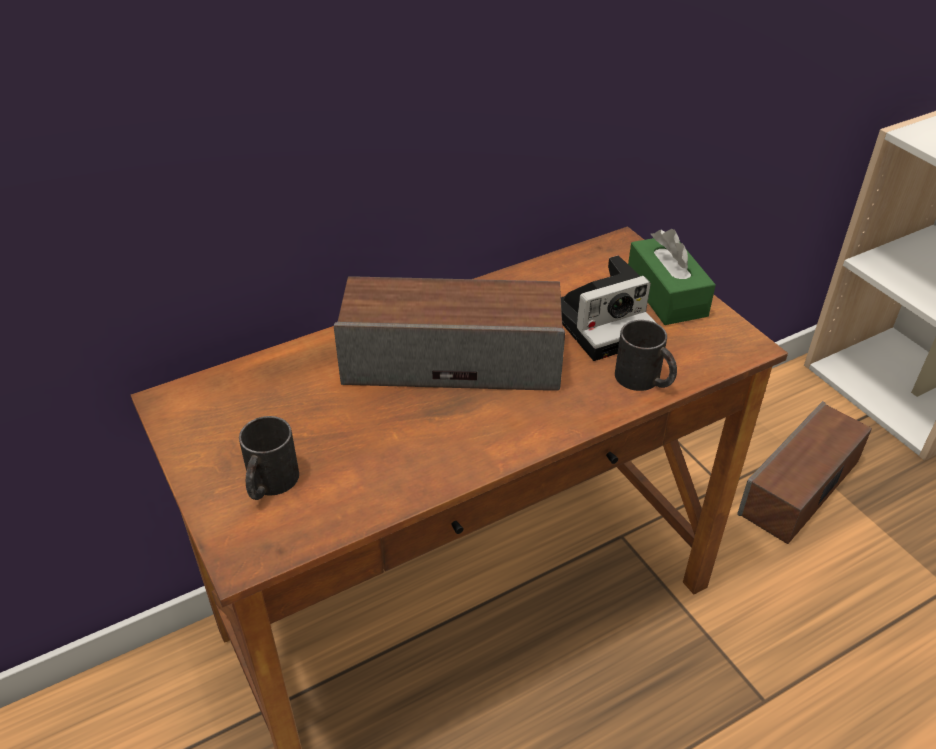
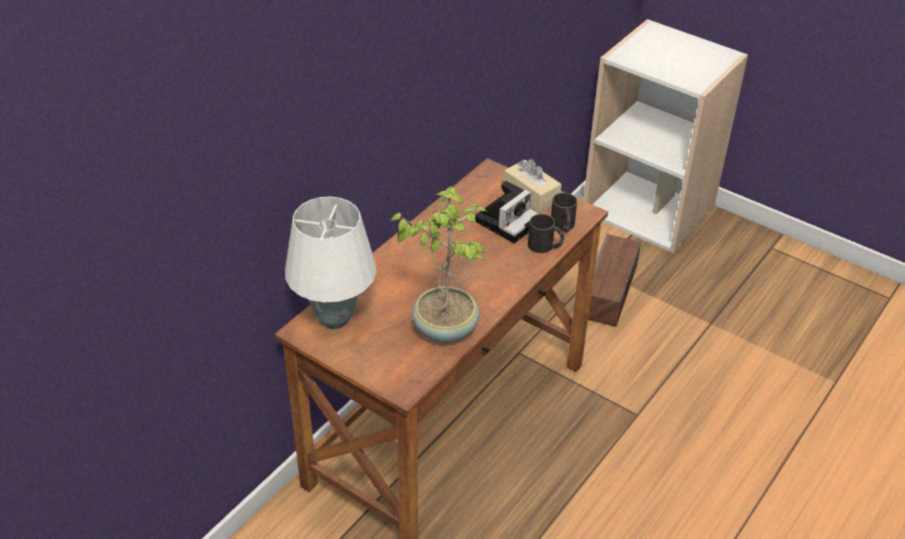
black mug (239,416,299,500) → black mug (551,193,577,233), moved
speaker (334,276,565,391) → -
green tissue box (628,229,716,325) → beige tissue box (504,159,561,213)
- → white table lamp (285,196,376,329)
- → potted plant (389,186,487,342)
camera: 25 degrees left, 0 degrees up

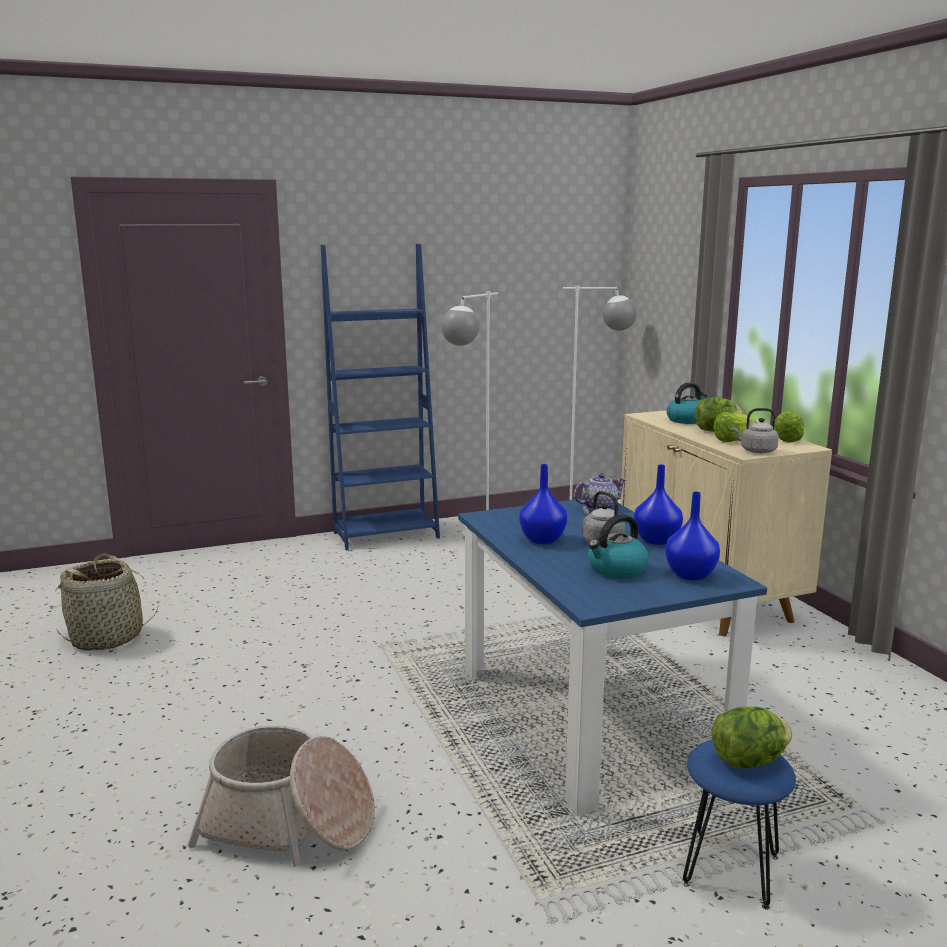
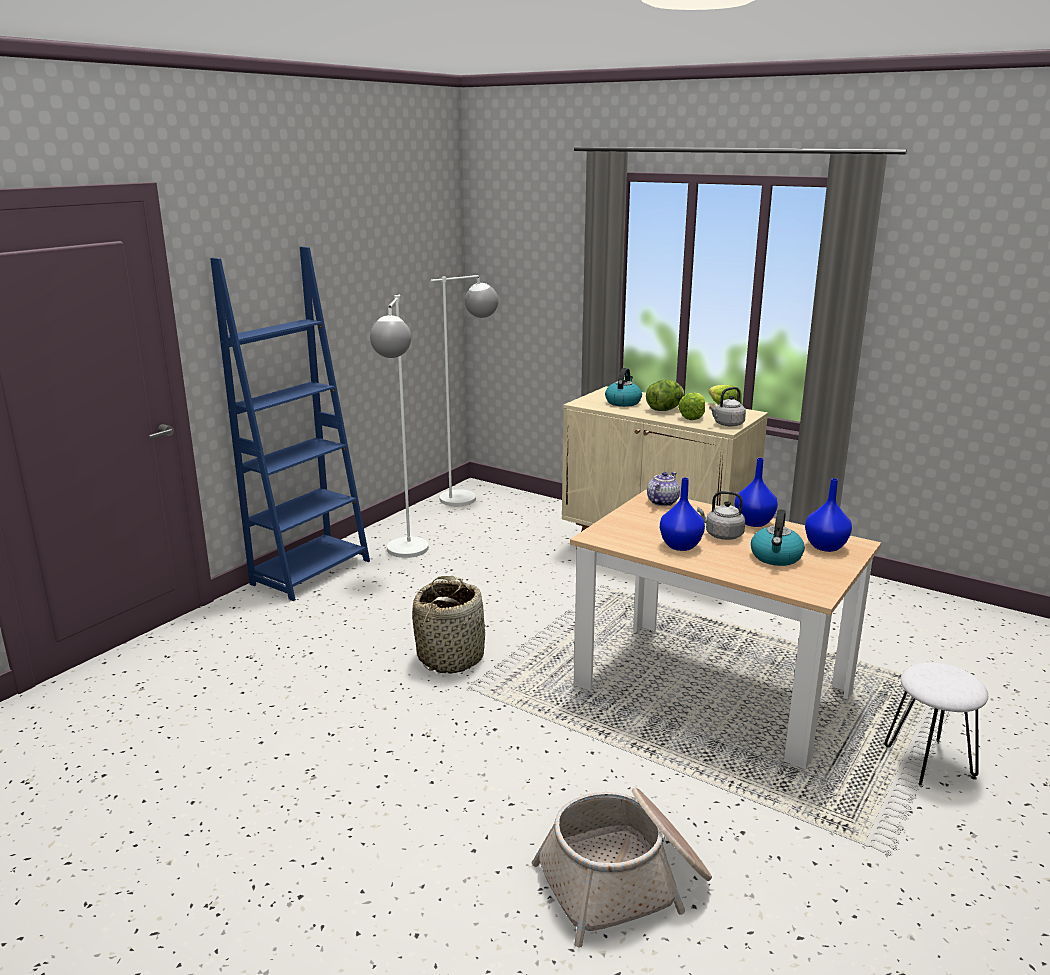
basket (54,554,159,651) → basket (412,576,485,673), moved
blue dining table (458,499,767,816) → beige dining table (570,490,881,769)
blue stool (683,740,796,910) → white stool (884,663,988,787)
lettuce (711,706,792,768) → -
camera: 35 degrees left, 5 degrees up

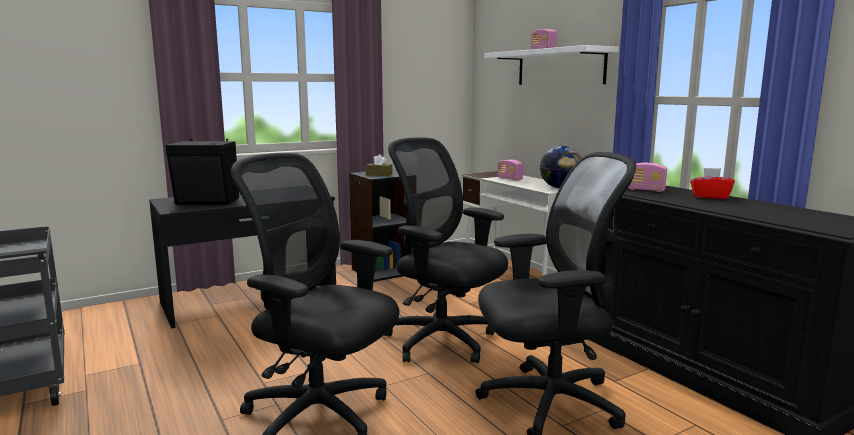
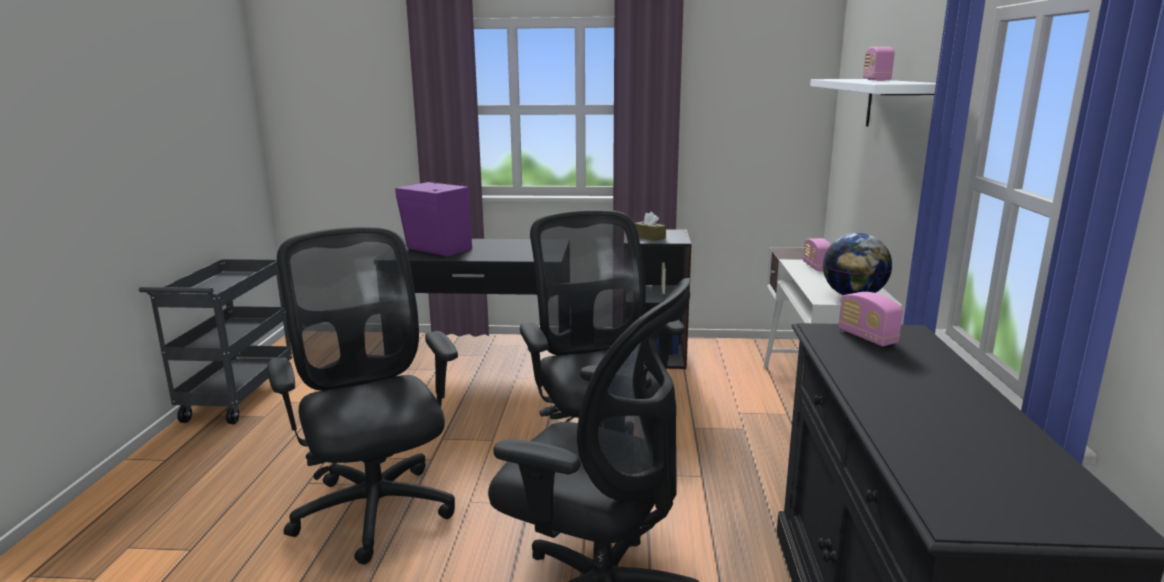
black speaker (166,139,239,204) → purple speaker (395,180,472,256)
red tissue box (690,168,735,199) → -
camera: 35 degrees right, 5 degrees up

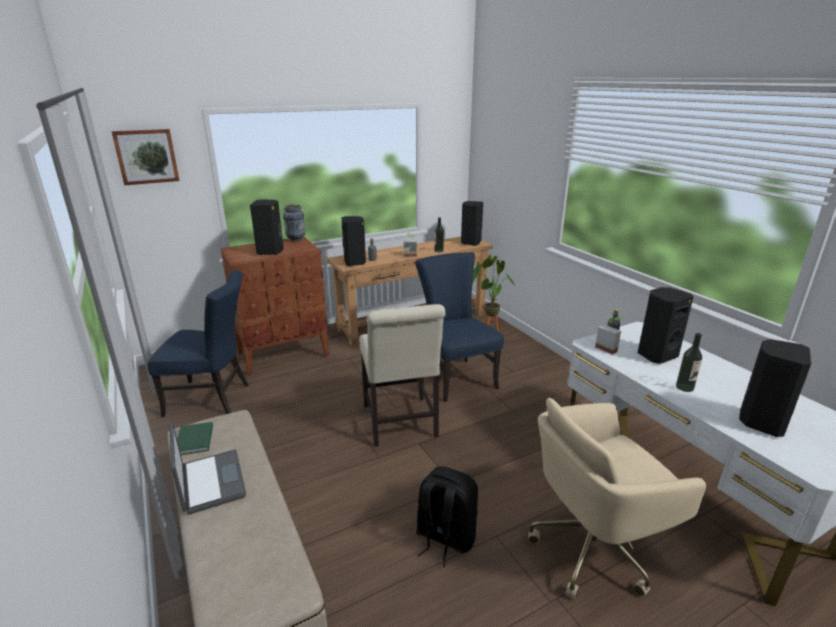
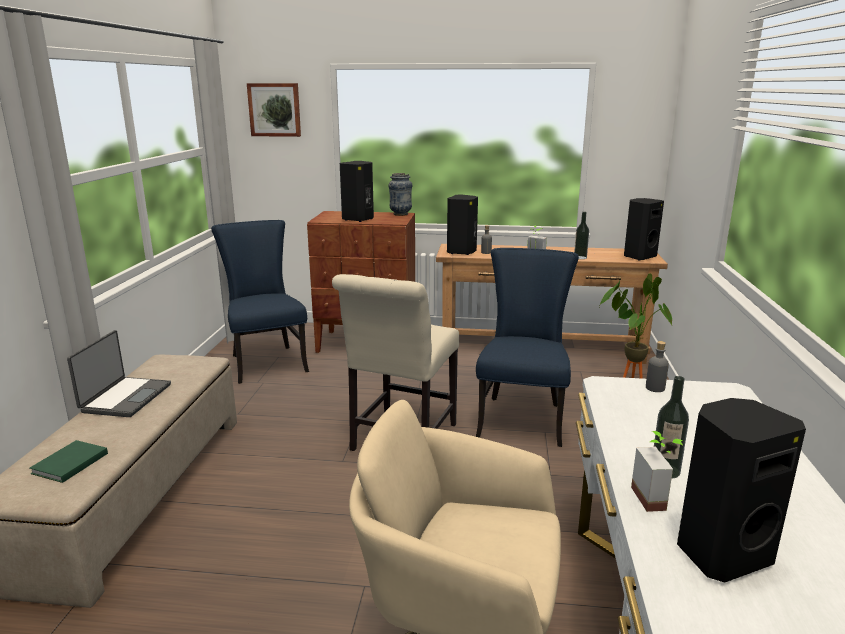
blue chair (147,270,249,417) → blue chair (211,220,309,384), 150 degrees counterclockwise
green book (177,422,213,455) → green book (29,440,108,483), moved
black backpack (416,466,478,568) → -
potted plant (595,317,622,354) → potted plant (631,431,683,512), moved
black speaker (638,287,693,364) → -
camera: 35 degrees right, 5 degrees down

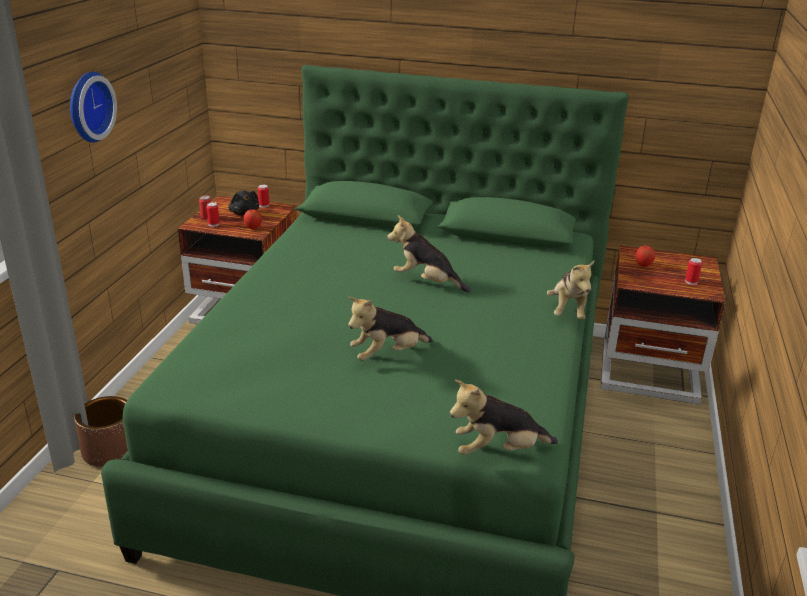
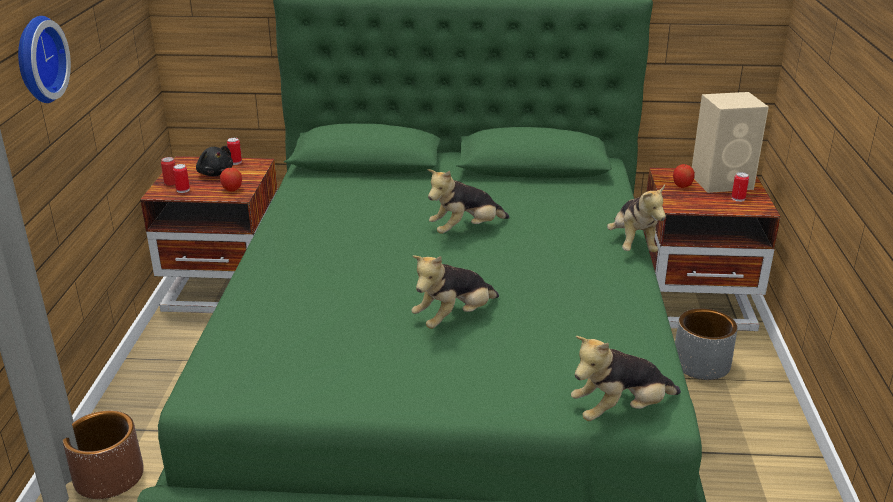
plush toy (387,215,471,292) → plush toy (427,169,510,234), 45 degrees counterclockwise
- → grey planter (675,308,738,380)
- → beige speaker (692,92,769,193)
camera: 10 degrees left, 0 degrees up

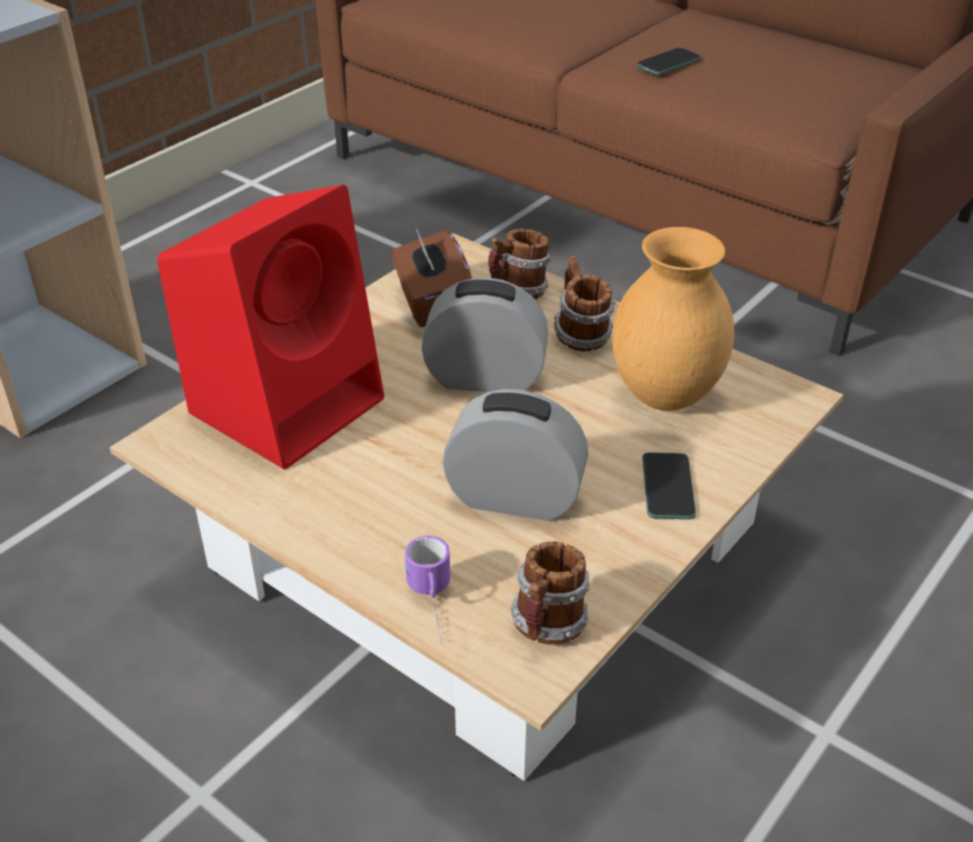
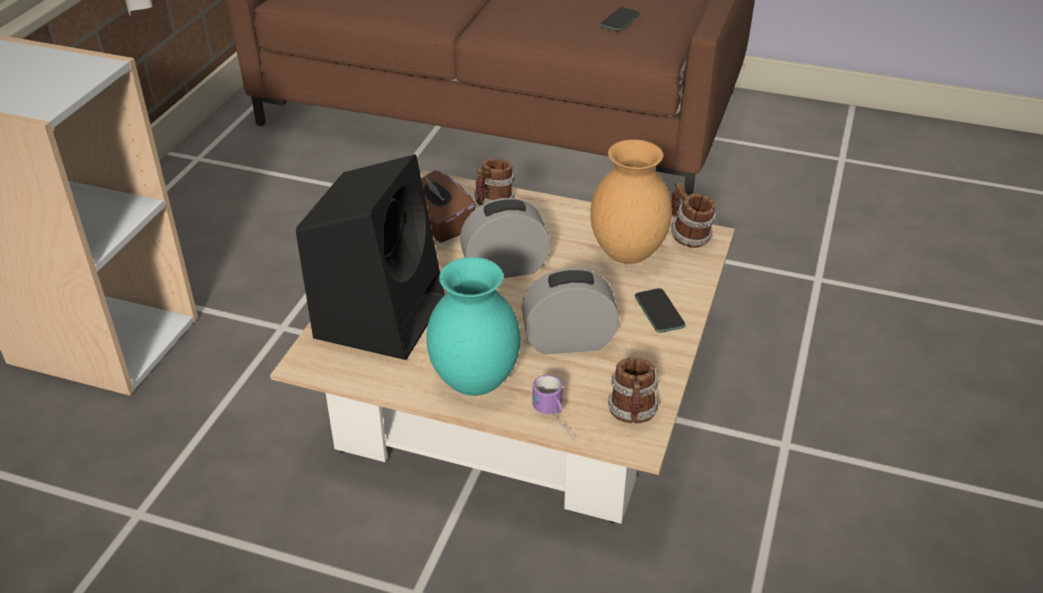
red speaker (157,185,384,470) → black speaker (296,154,445,360)
mug (554,256,615,351) → mug (671,182,716,248), moved
phone (636,48,702,75) → phone (600,7,640,31), moved
- → turquoise vase (426,257,520,396)
camera: 20 degrees left, 0 degrees up

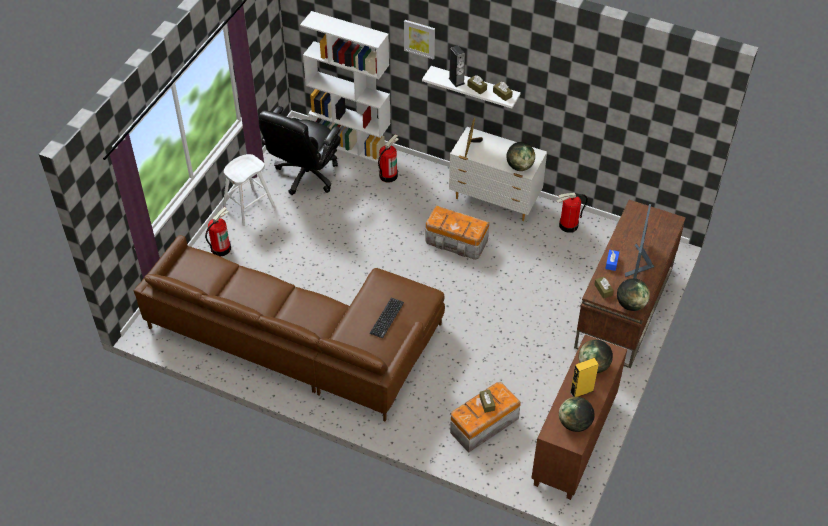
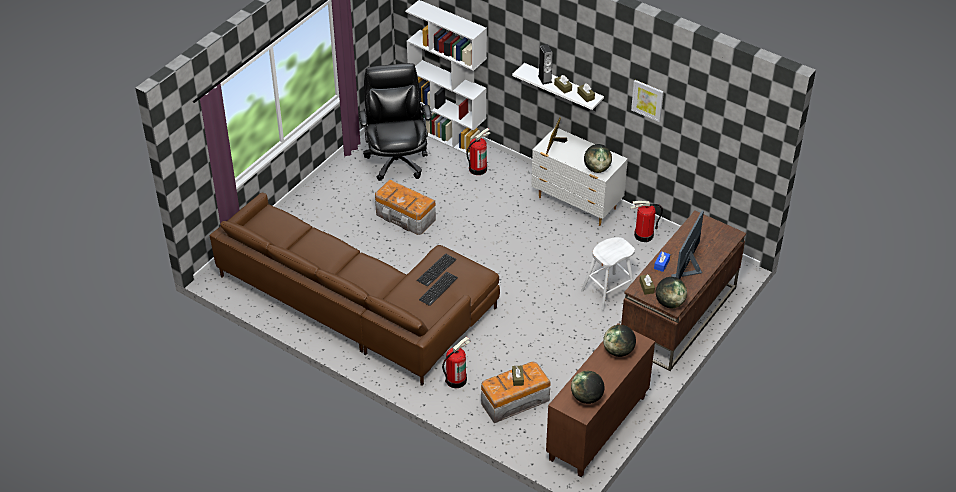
fire extinguisher (205,207,231,256) → fire extinguisher (442,336,470,388), moved
white stool (223,154,274,226) → white stool (581,237,635,311), moved
black office chair (259,106,341,195) → black office chair (359,63,432,181), 135 degrees clockwise
picture (404,20,435,60) → picture (631,80,664,122), moved
storage box (425,205,489,260) → storage box (375,179,436,235), moved
yellow speaker (570,358,599,397) → -
- → keyboard (417,253,456,286)
camera: 10 degrees right, 5 degrees down

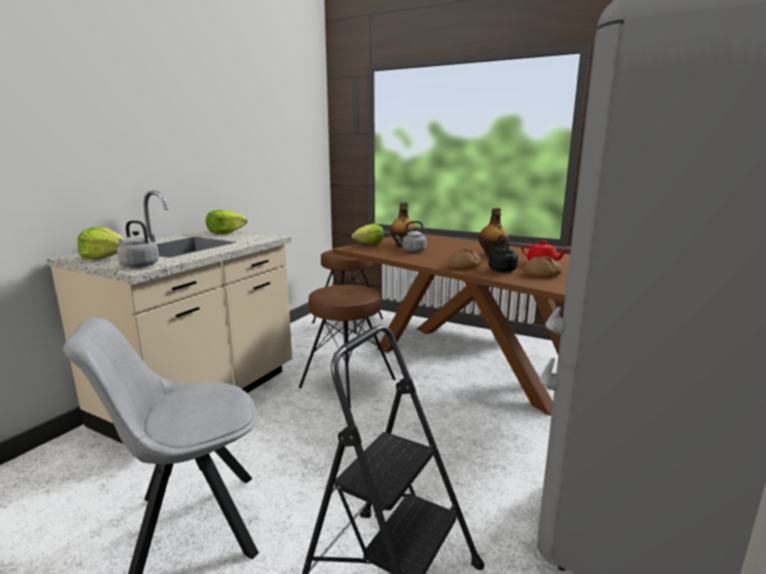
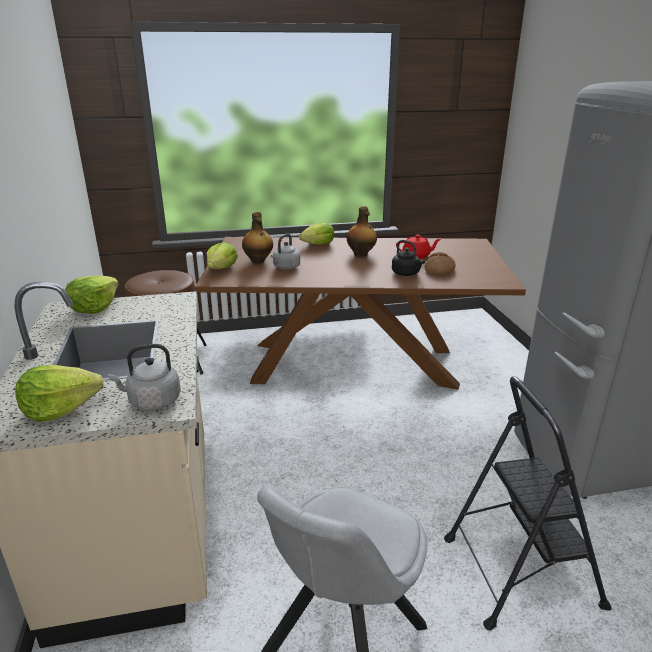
brown stool (299,285,395,408) → -
bread (448,249,481,269) → -
- → lettuce (299,222,334,245)
camera: 40 degrees left, 10 degrees up

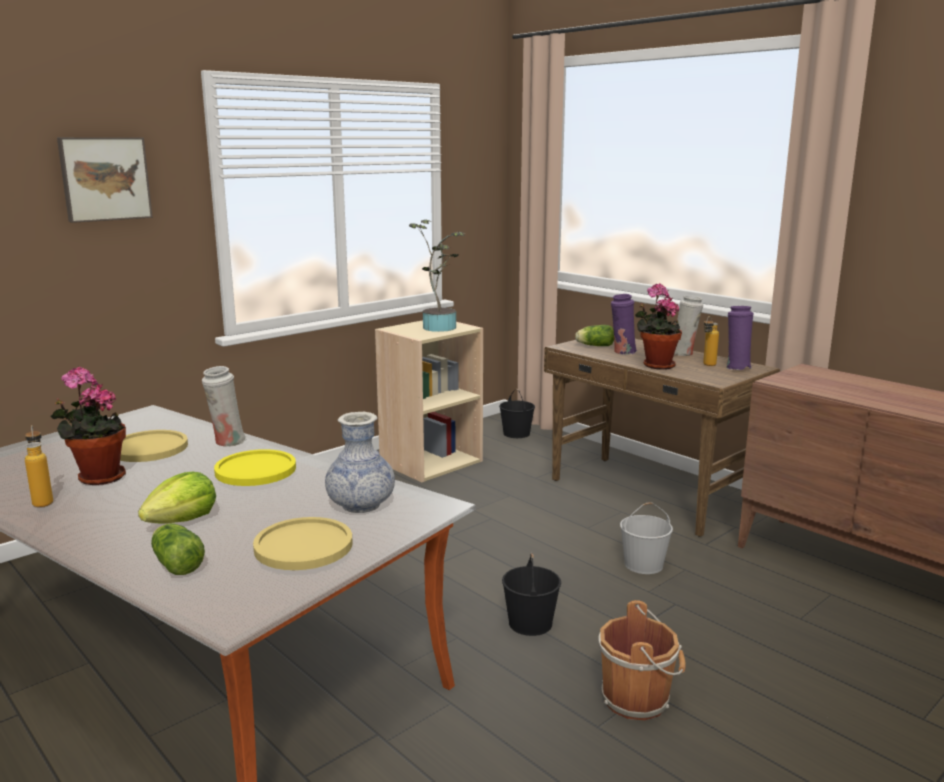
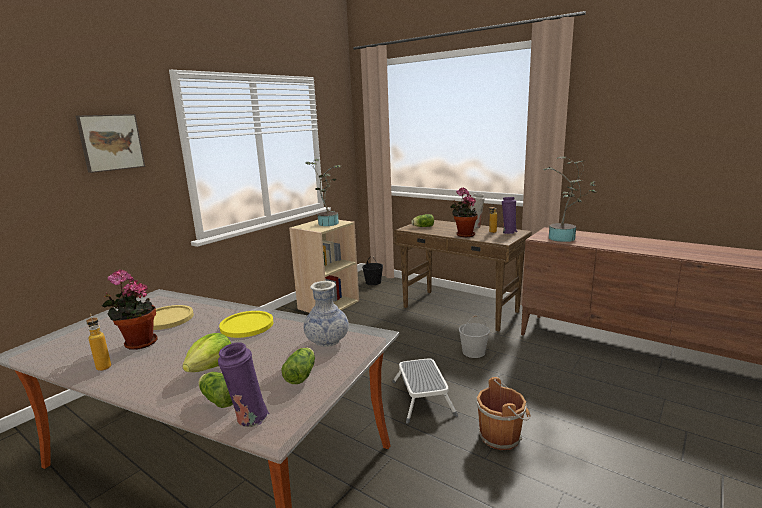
white vase (202,366,247,446) → -
yellow plate (253,517,353,570) → lettuce (281,348,315,384)
black bucket (502,553,561,636) → grey step ladder (392,359,458,424)
purple vase (611,294,638,355) → purple vase (218,342,269,427), moved
- → potted plant (543,156,596,242)
camera: 10 degrees left, 0 degrees up

